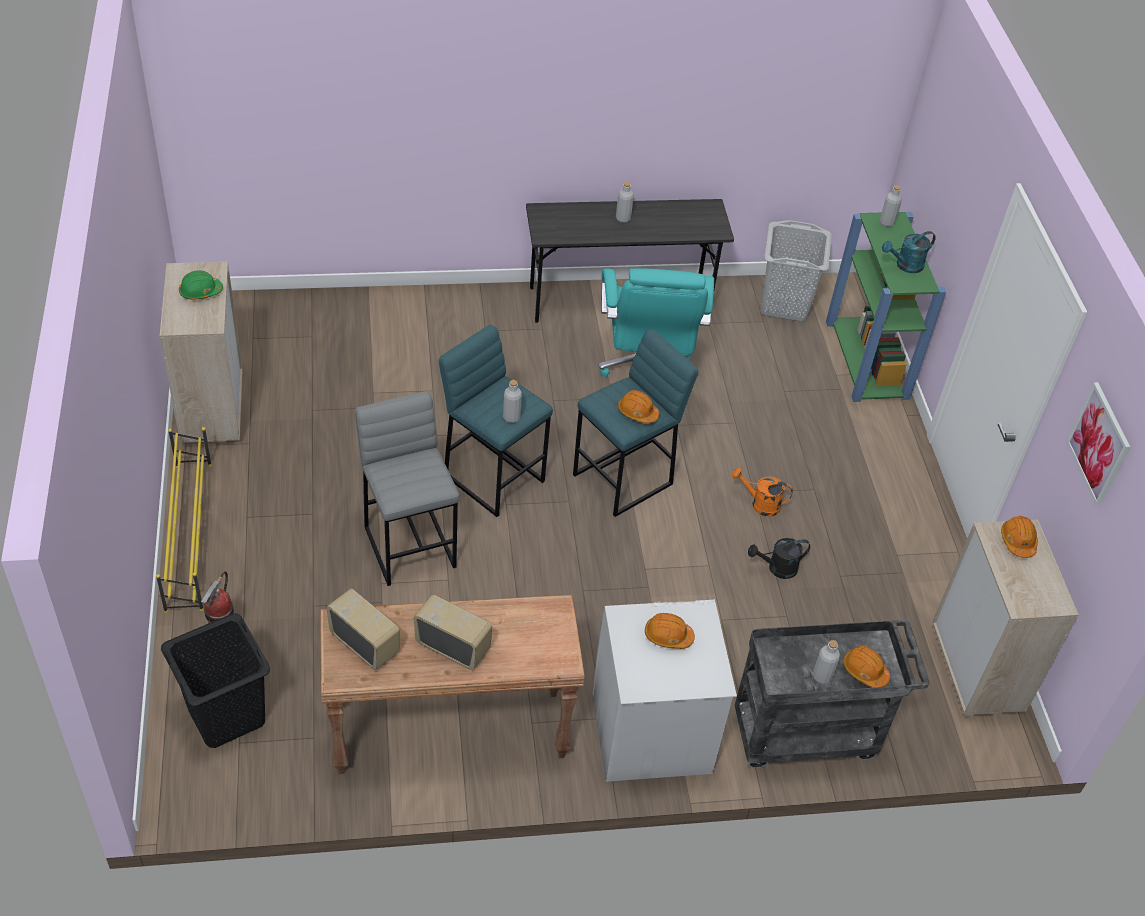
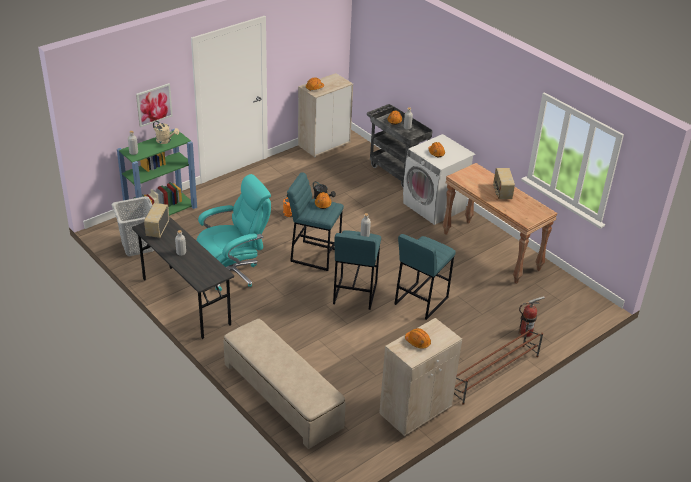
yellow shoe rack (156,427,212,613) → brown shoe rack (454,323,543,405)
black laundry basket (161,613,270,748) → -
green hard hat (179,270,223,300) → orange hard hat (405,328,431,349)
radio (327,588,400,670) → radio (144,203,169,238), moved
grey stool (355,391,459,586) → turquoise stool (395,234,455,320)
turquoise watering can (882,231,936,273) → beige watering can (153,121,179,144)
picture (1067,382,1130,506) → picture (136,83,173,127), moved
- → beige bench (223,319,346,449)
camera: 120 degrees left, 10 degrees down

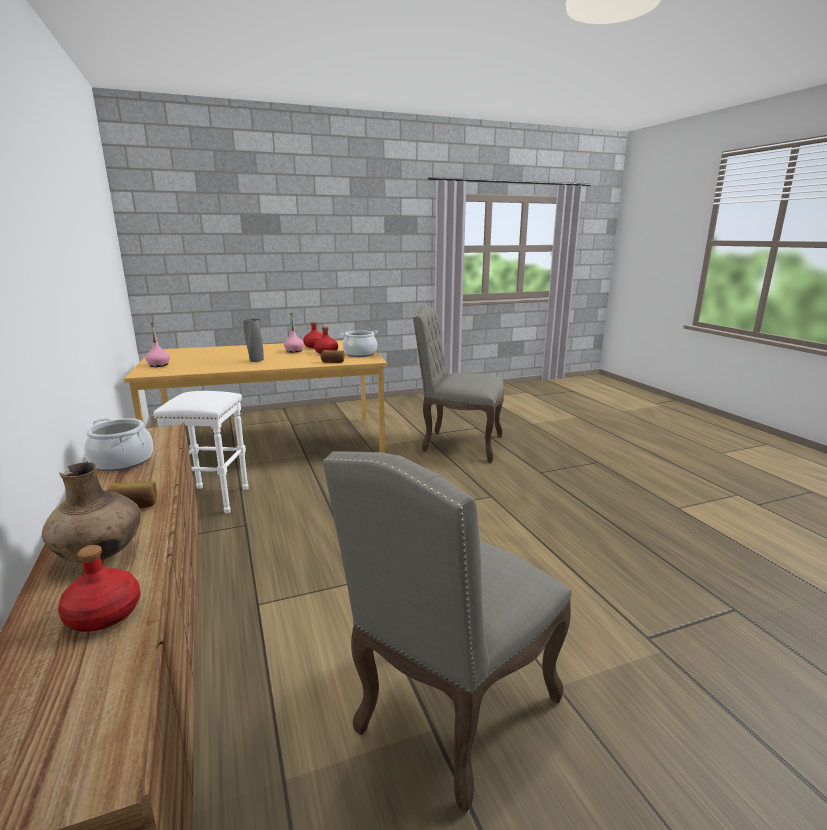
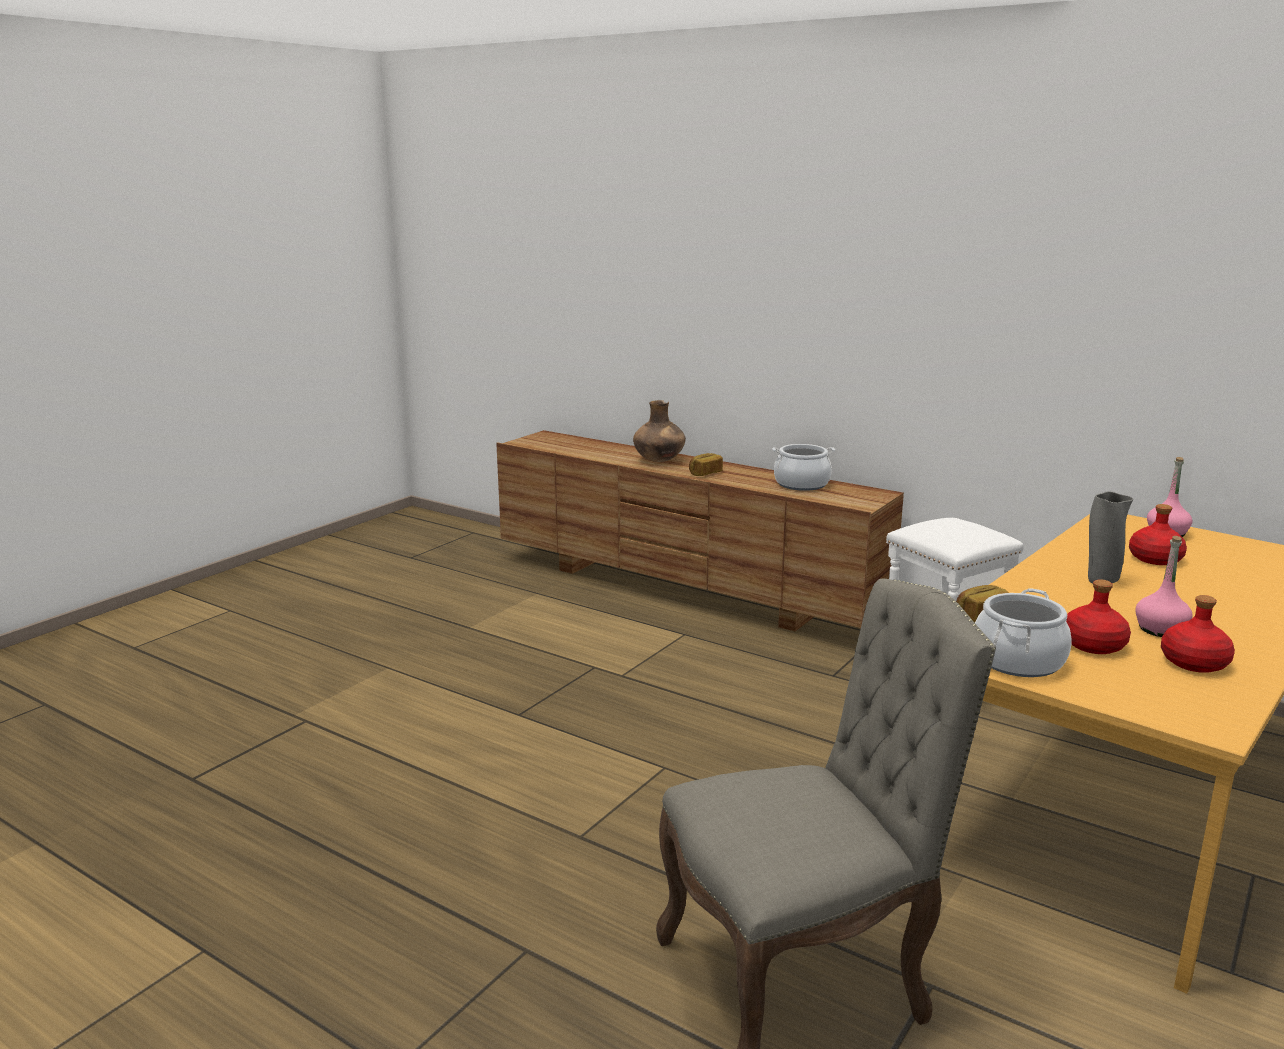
red bottle (58,545,141,632) → red bottle (1129,504,1187,565), moved
grey chair (323,451,572,812) → -
camera: 145 degrees right, 0 degrees up

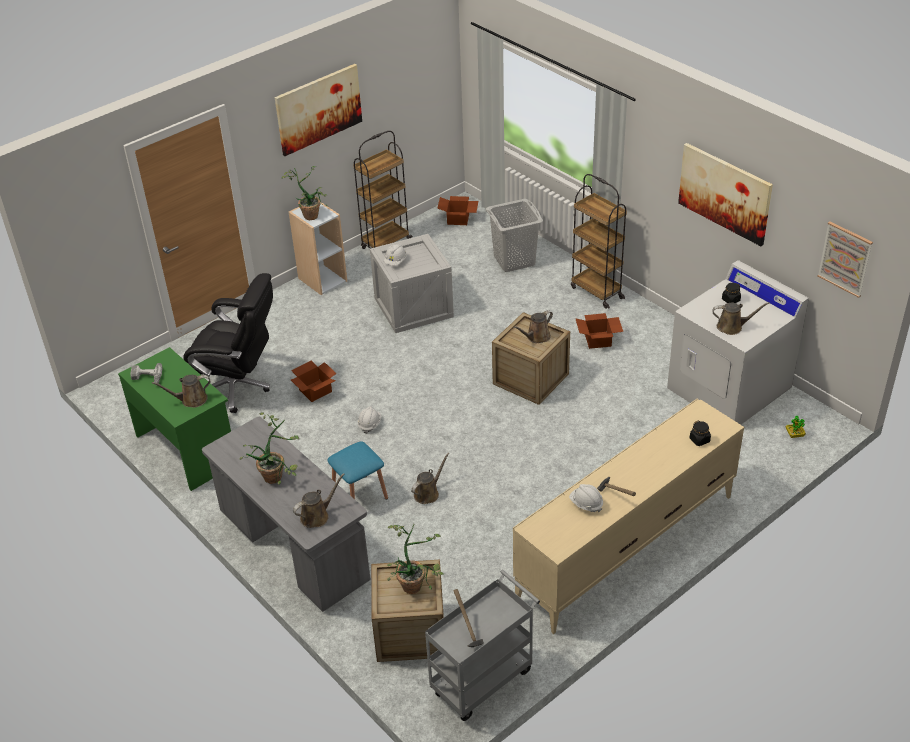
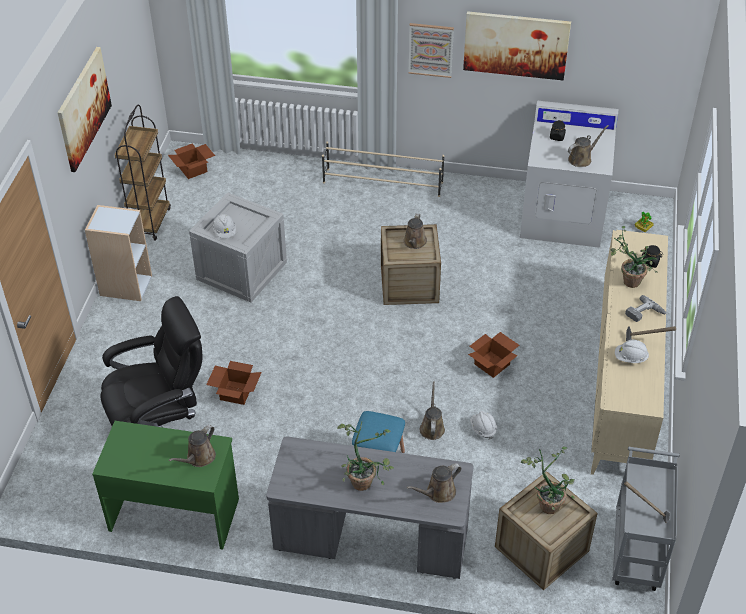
power drill (130,363,162,385) → power drill (625,295,666,322), moved
potted plant (281,166,328,220) → potted plant (610,226,658,288), moved
brown watering can (293,473,345,528) → brown watering can (407,463,462,503), 135 degrees counterclockwise
white hard hat (358,406,381,434) → white hard hat (470,411,497,439), moved
grey laundry basket (486,199,543,272) → -
brown cart (571,174,627,309) → beige shoe rack (322,142,444,197)
cardboard box (575,313,623,349) → cardboard box (468,332,519,378), moved
picture (817,221,873,298) → picture (408,23,454,78), moved
camera: 40 degrees left, 5 degrees up

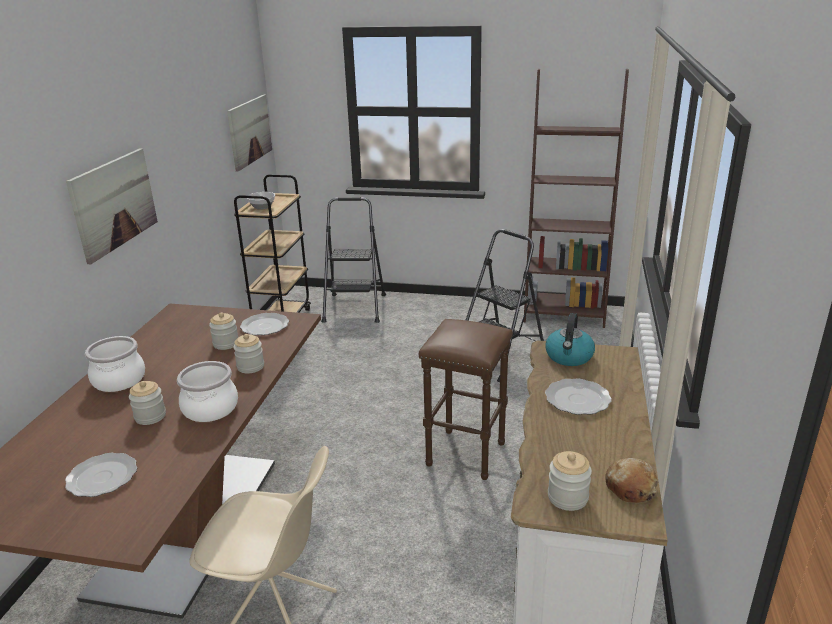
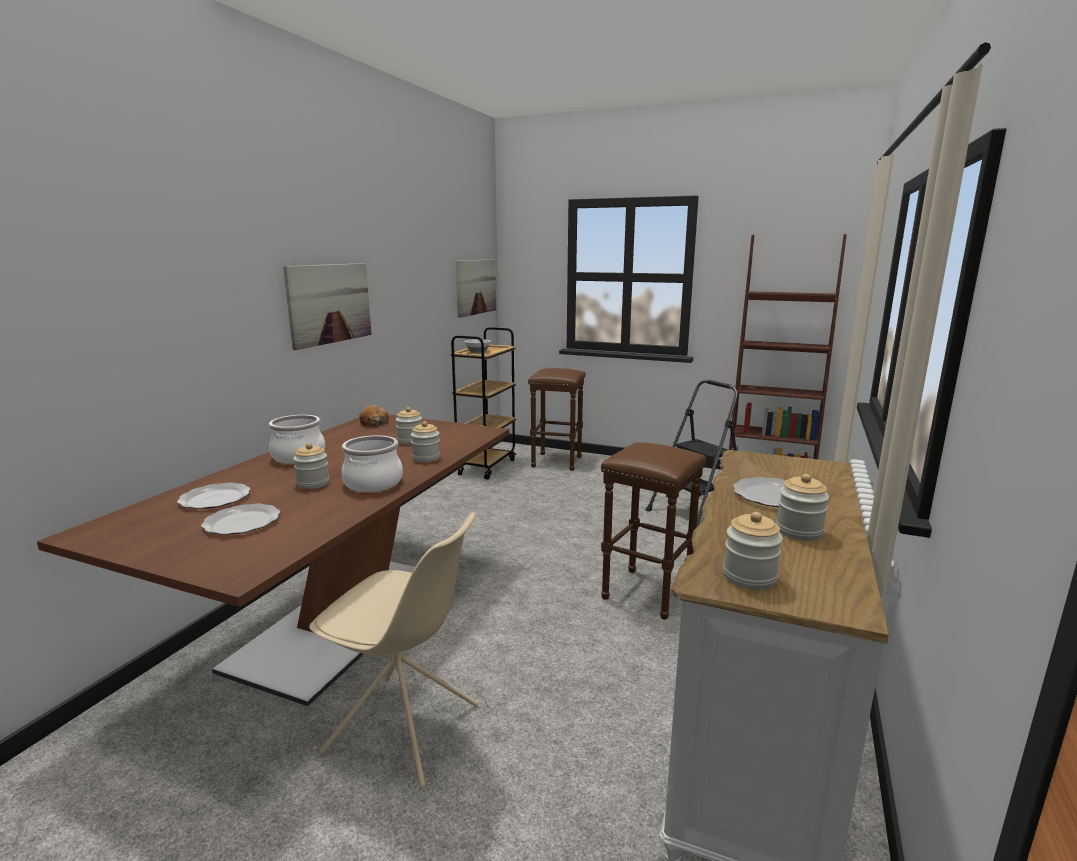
plate (240,313,289,335) → plate (177,483,251,509), moved
black step ladder (321,197,386,323) → brown stool (528,368,586,471)
kettle (545,313,595,366) → -
bread (605,458,658,503) → bread (359,405,389,426), moved
- → jar (776,474,829,540)
camera: 10 degrees right, 10 degrees down

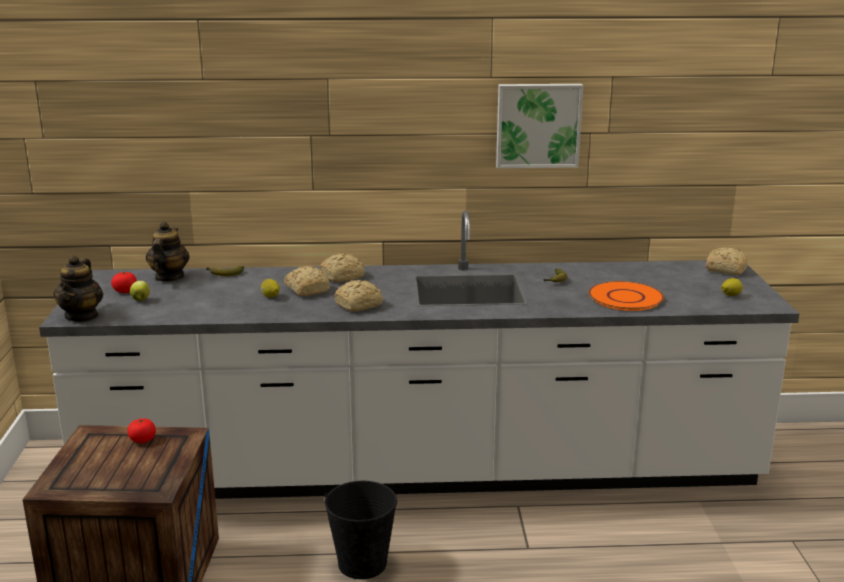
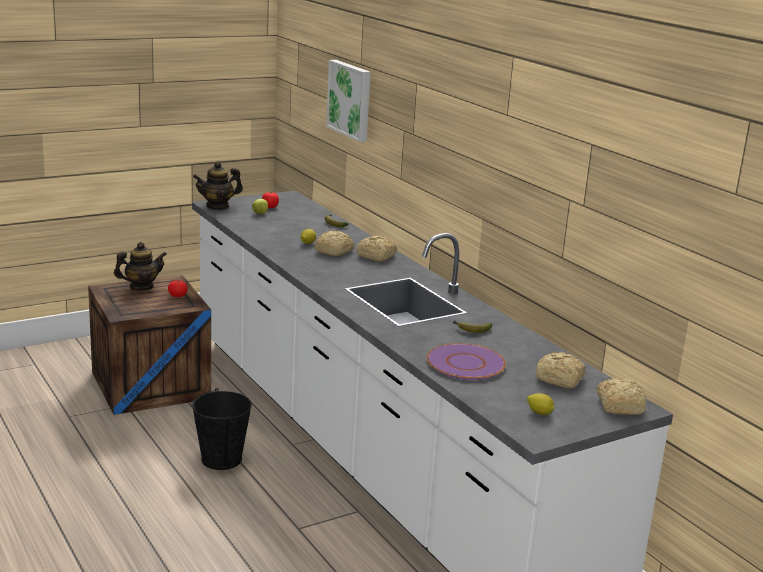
teapot (146,221,190,282) → teapot (114,242,167,291), moved
bread (334,280,383,312) → bread (536,352,586,388), moved
picture (496,84,583,168) → picture (326,60,371,142), moved
orange plate (589,281,664,311) → purple plate (426,343,506,380)
camera: 60 degrees right, 0 degrees up

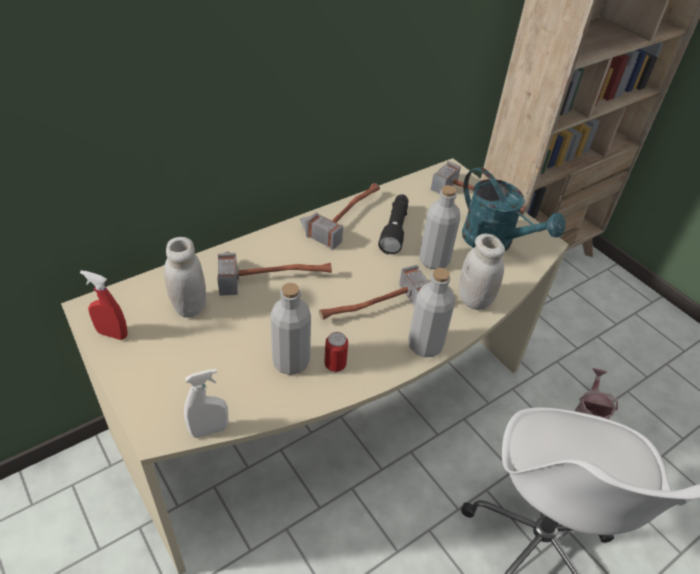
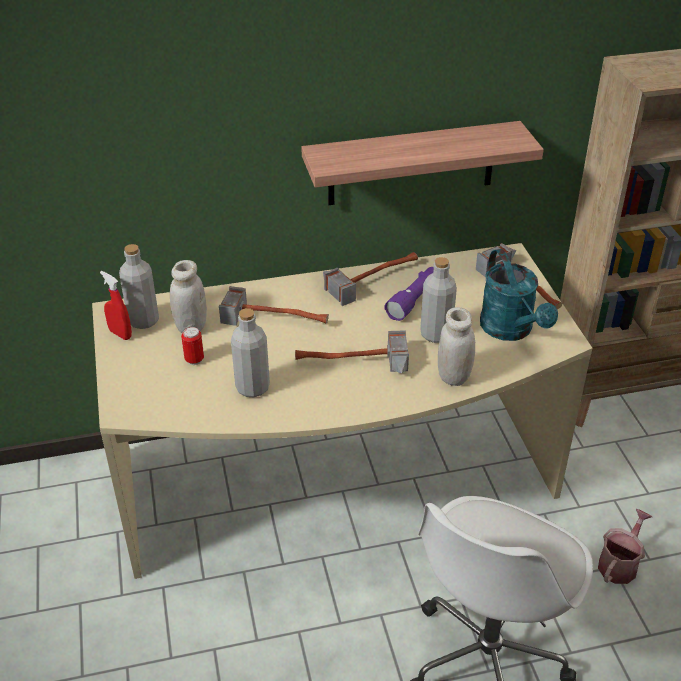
white spray bottle (184,369,228,438) → -
can (324,332,348,373) → can (181,327,204,365), moved
black flashlight (378,194,409,254) → purple flashlight (384,267,434,321)
grey bottle (408,268,455,357) → grey bottle (119,244,159,329), moved
- → shelf (301,121,544,205)
camera: 25 degrees right, 5 degrees down

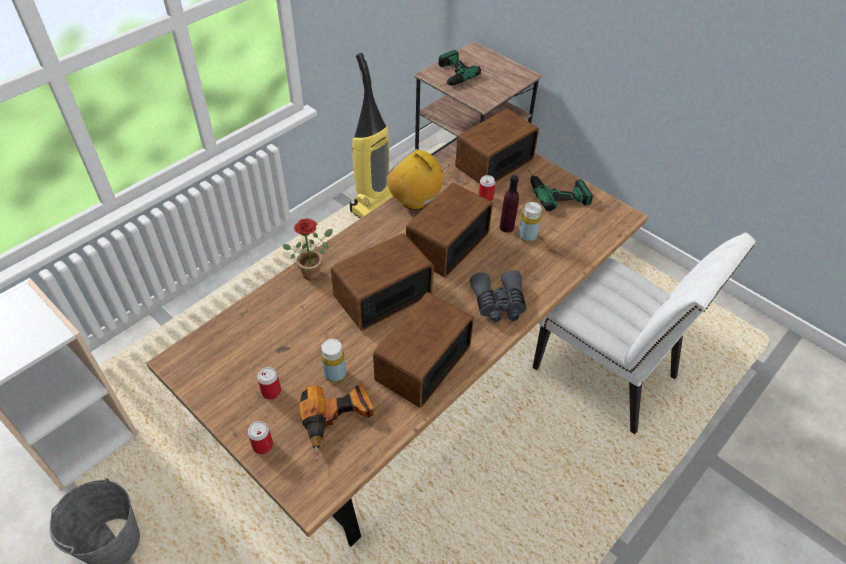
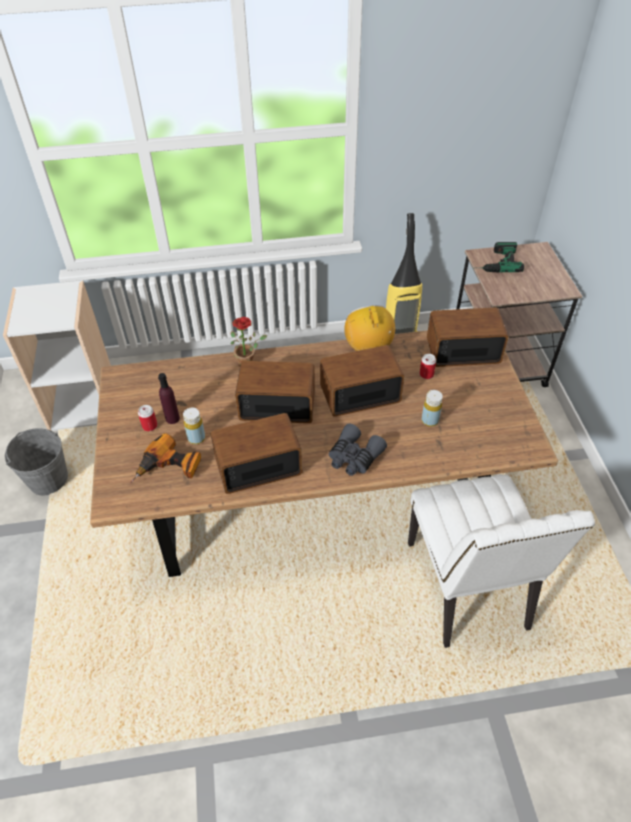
can (248,421,273,454) → -
purple bottle (500,175,519,233) → purple bottle (158,373,180,424), moved
power drill (529,171,593,211) → -
camera: 40 degrees right, 0 degrees up

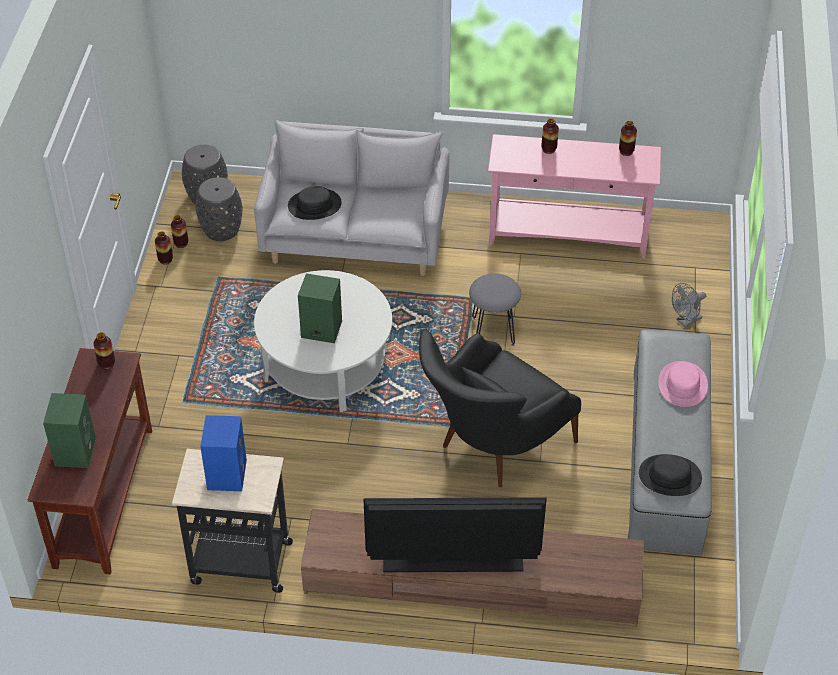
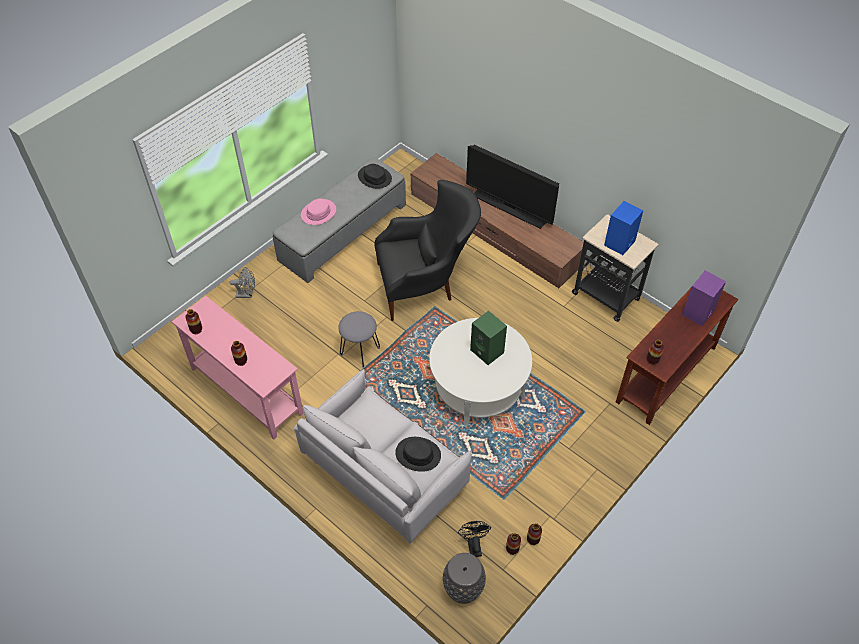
green speaker (43,393,96,468) → purple speaker (682,270,726,326)
grey stool (196,177,242,241) → black fan (458,521,491,557)
camera: 145 degrees left, 5 degrees up

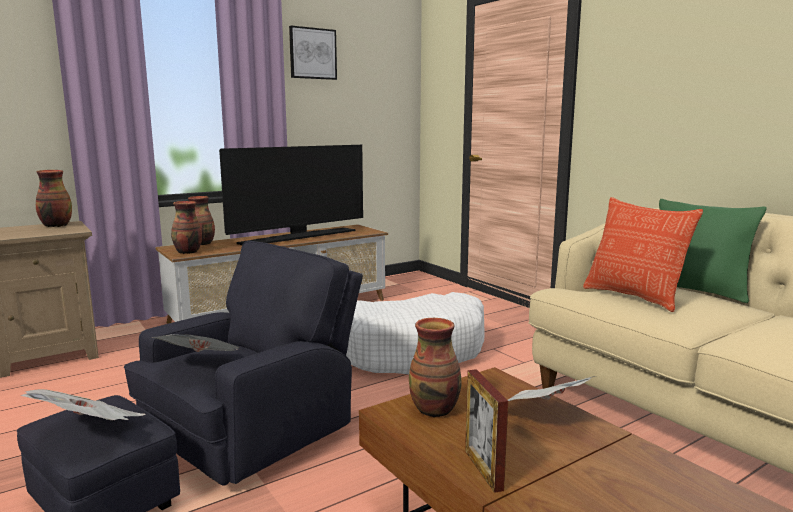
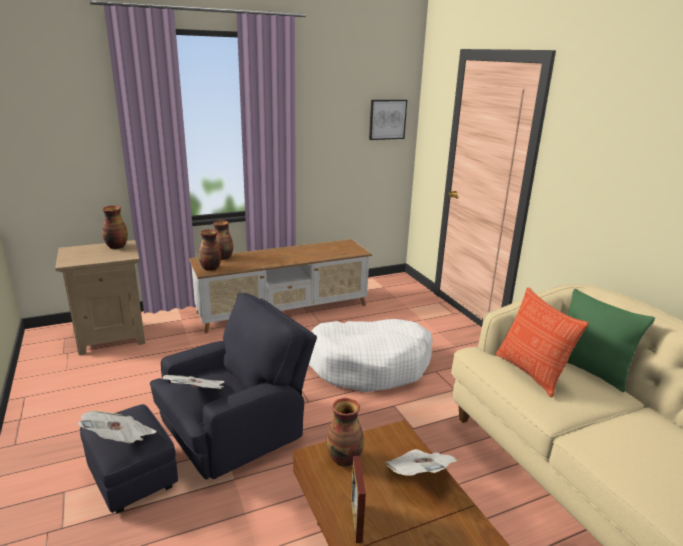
television (219,145,363,245) → -
picture (289,26,337,80) → picture (369,100,407,140), moved
camera: 10 degrees right, 10 degrees up

